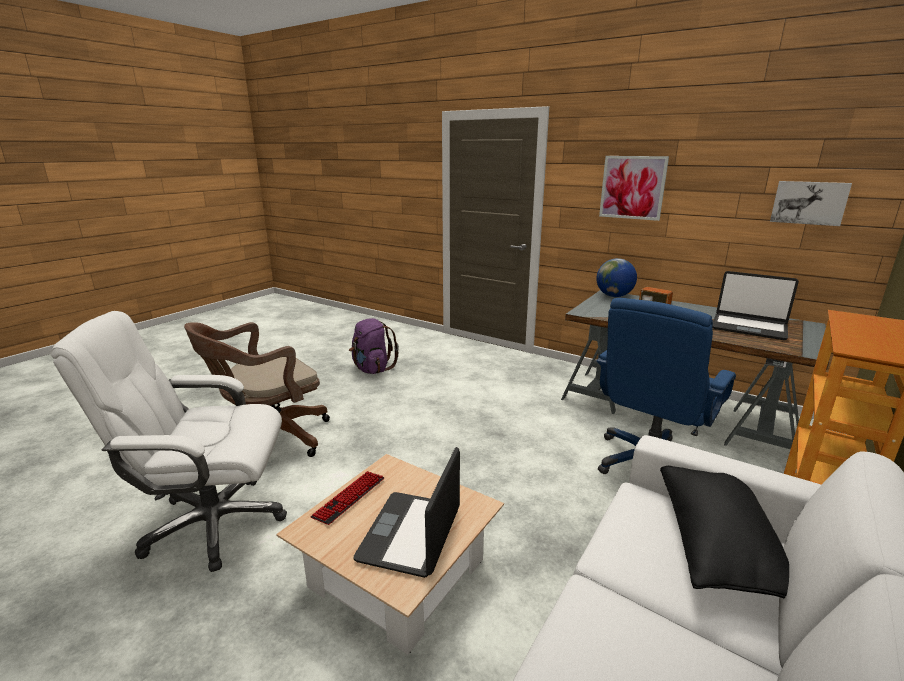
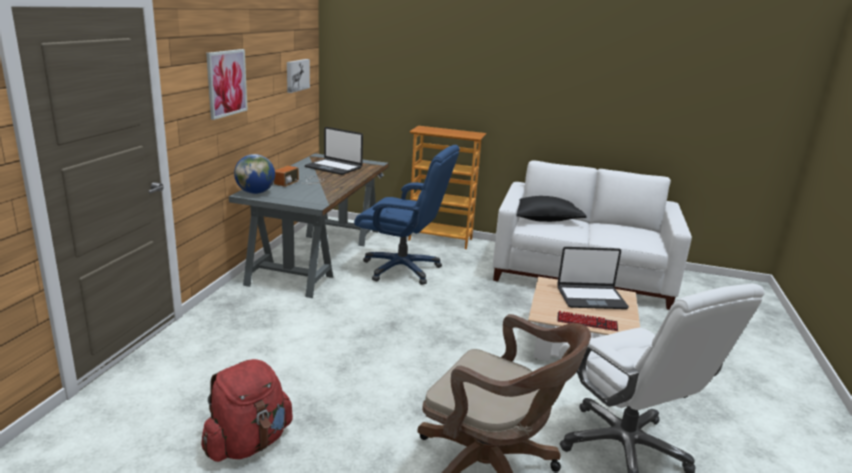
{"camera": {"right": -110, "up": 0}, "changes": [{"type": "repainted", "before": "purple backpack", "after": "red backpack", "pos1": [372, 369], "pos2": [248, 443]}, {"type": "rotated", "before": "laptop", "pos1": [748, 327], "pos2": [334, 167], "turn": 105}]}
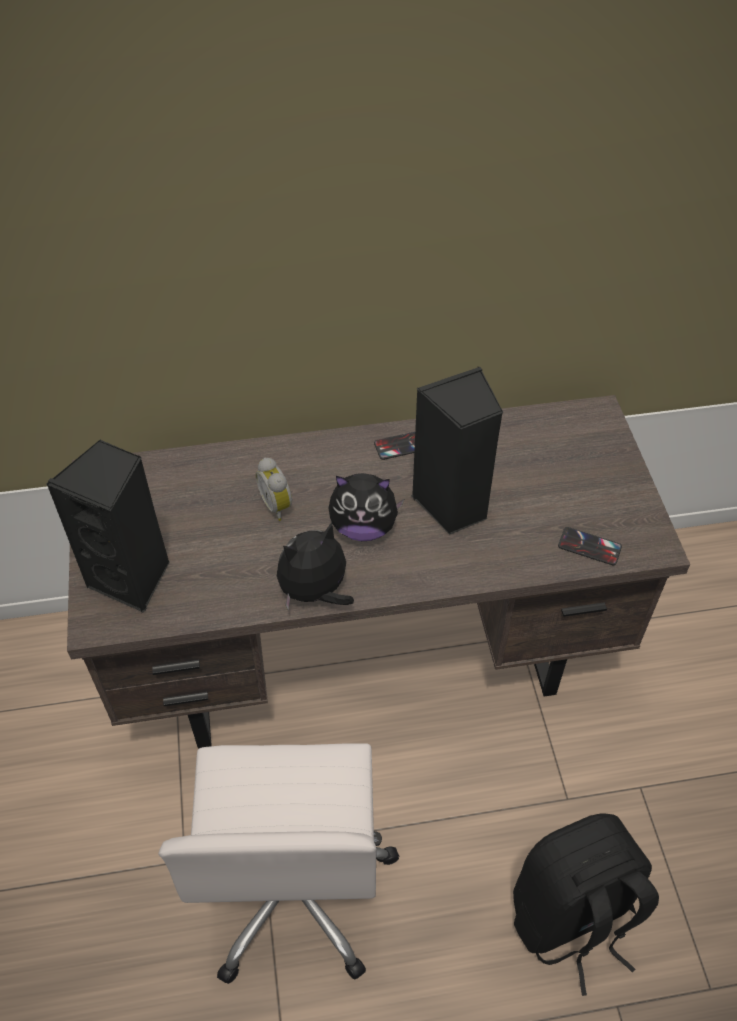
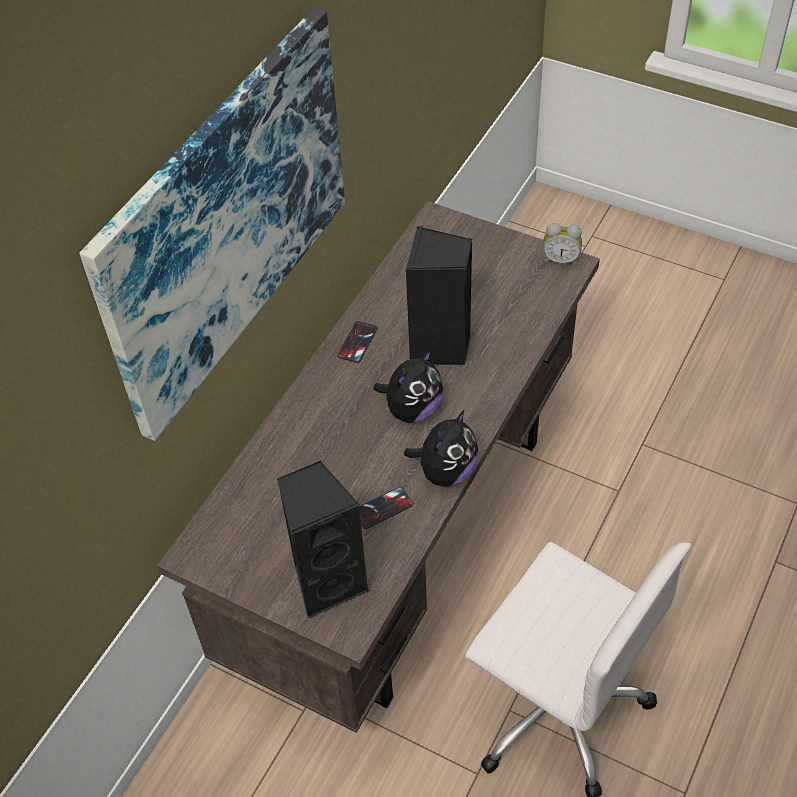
{"camera": {"right": -50, "up": 0}, "changes": [{"type": "new", "after": "picture", "pos2": [226, 220]}, {"type": "shifted", "before": "phone", "pos1": [589, 546], "pos2": [383, 508]}, {"type": "rotated", "before": "plush toy", "pos1": [315, 592], "pos2": [445, 472], "turn": -150}, {"type": "shifted", "before": "alarm clock", "pos1": [278, 505], "pos2": [560, 259]}, {"type": "gone", "before": "black backpack", "pos1": [571, 919]}]}
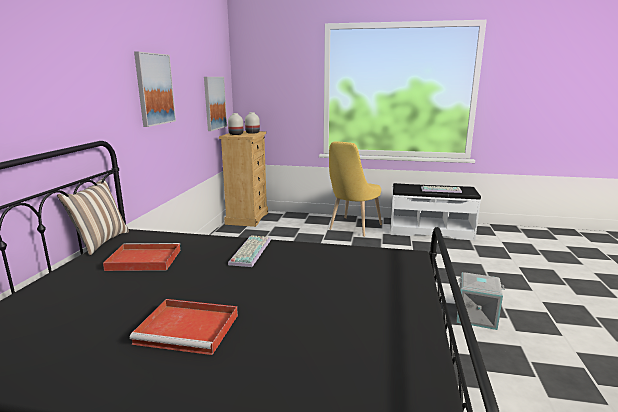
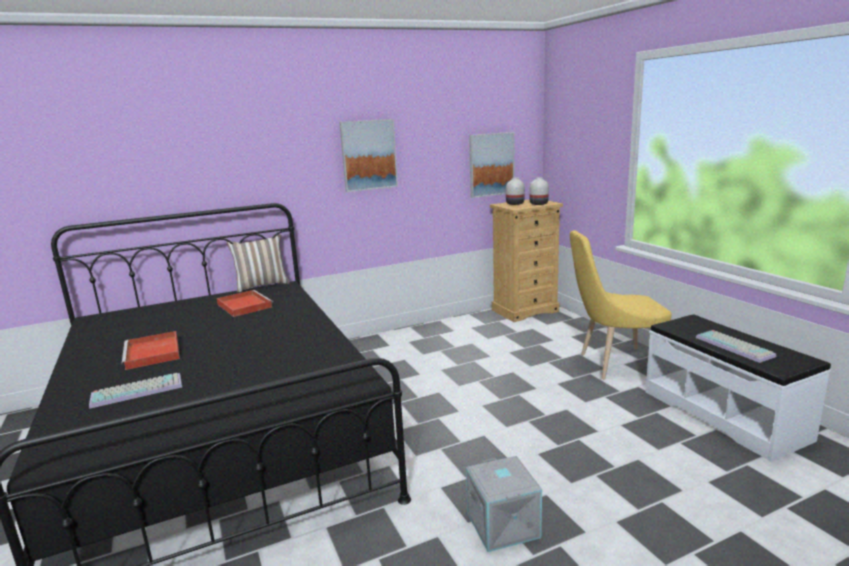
{"camera": {"right": 55, "up": 0}, "changes": [{"type": "shifted", "before": "keyboard", "pos1": [249, 251], "pos2": [138, 390]}]}
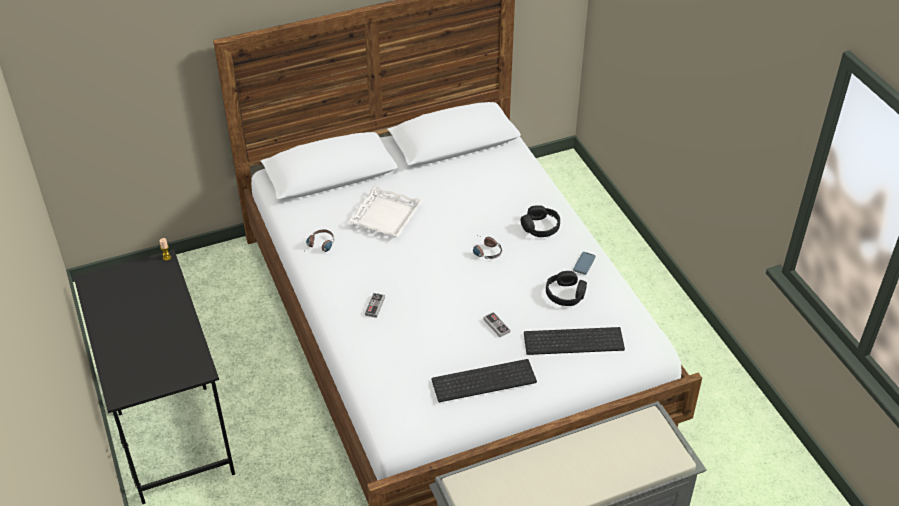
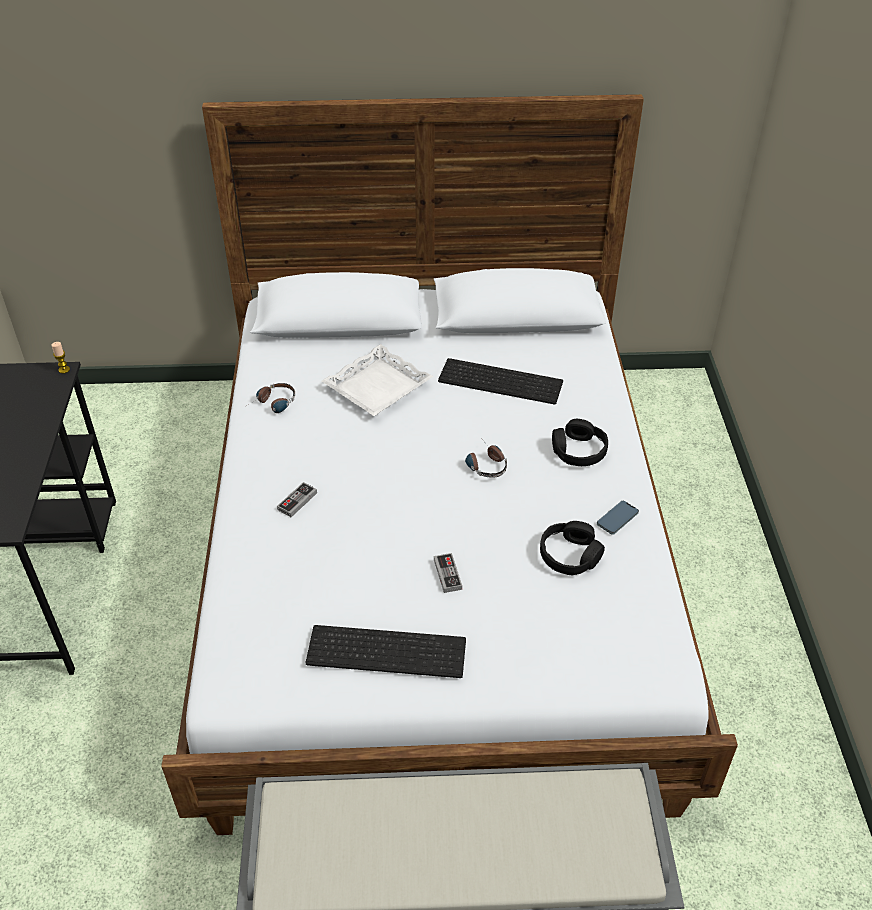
{"camera": {"right": 20, "up": 0}, "changes": [{"type": "shifted", "before": "keyboard", "pos1": [574, 340], "pos2": [502, 380]}]}
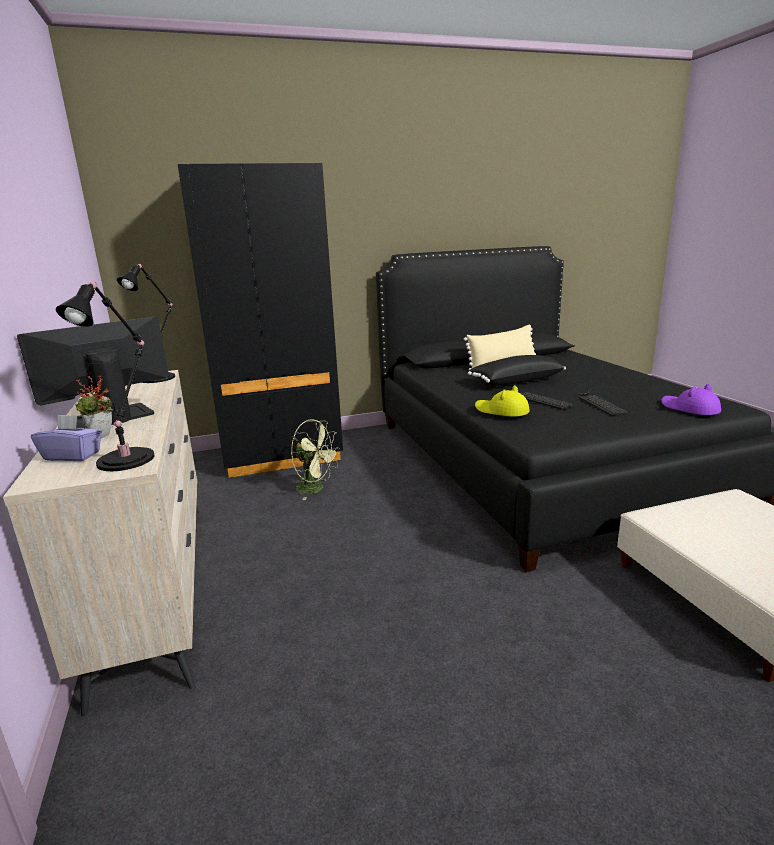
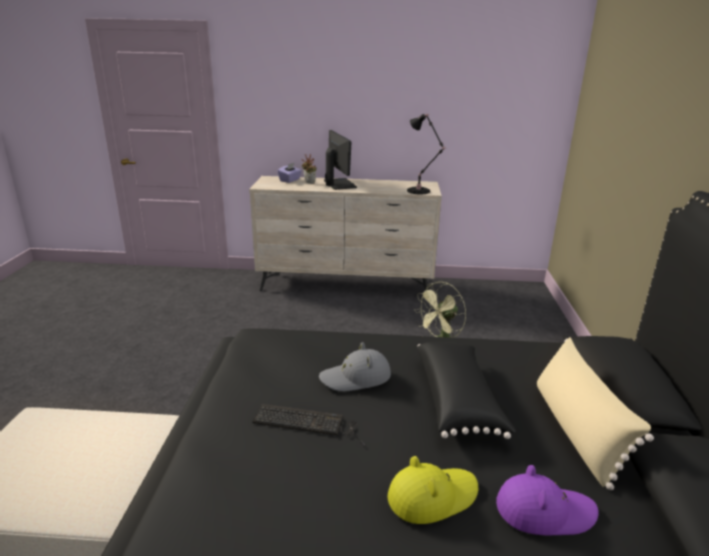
{"camera": {"right": 110, "up": 5}, "changes": [{"type": "swapped", "before": "keyboard", "after": "grey hat", "pos1": [537, 399], "pos2": [356, 377]}, {"type": "shifted", "before": "yellow hat", "pos1": [501, 411], "pos2": [432, 496]}, {"type": "shifted", "before": "purple hat", "pos1": [689, 408], "pos2": [544, 511]}, {"type": "gone", "before": "black table lamp", "pos1": [129, 458]}, {"type": "gone", "before": "black wardrobe", "pos1": [281, 455]}]}
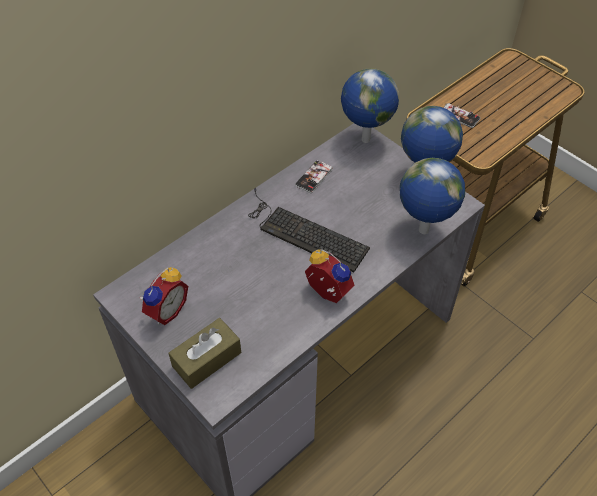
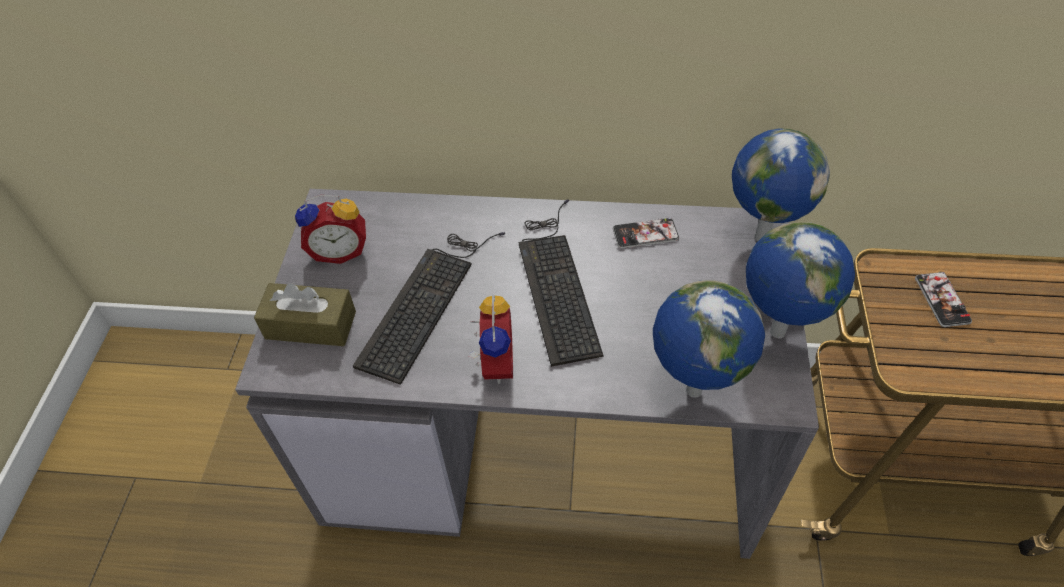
{"camera": {"right": 50, "up": 0}, "changes": [{"type": "new", "after": "keyboard", "pos2": [427, 299]}]}
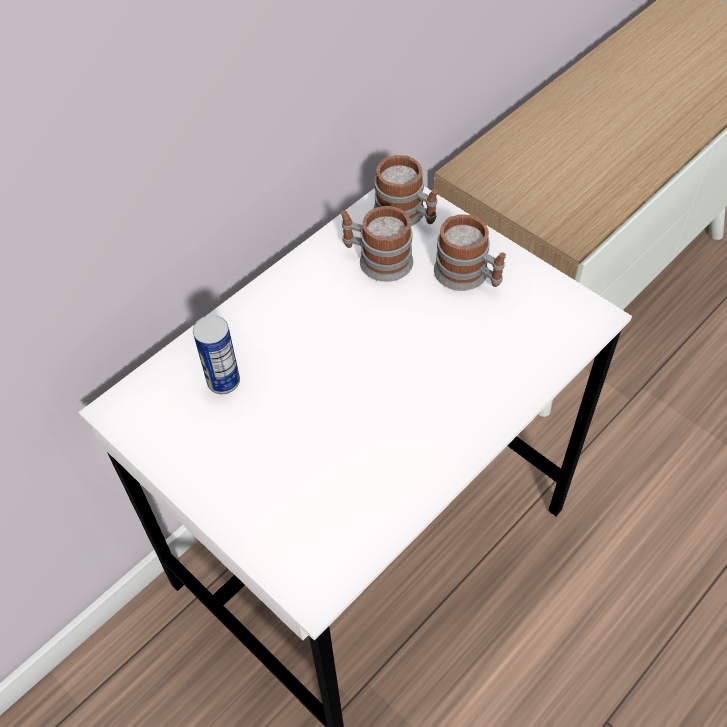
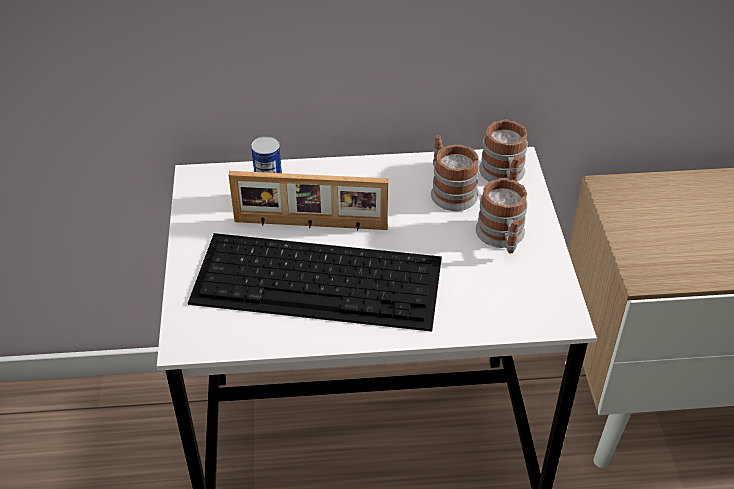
{"camera": {"right": 40, "up": -10}, "changes": [{"type": "new", "after": "keyboard", "pos2": [320, 280]}, {"type": "new", "after": "picture frame", "pos2": [310, 225]}]}
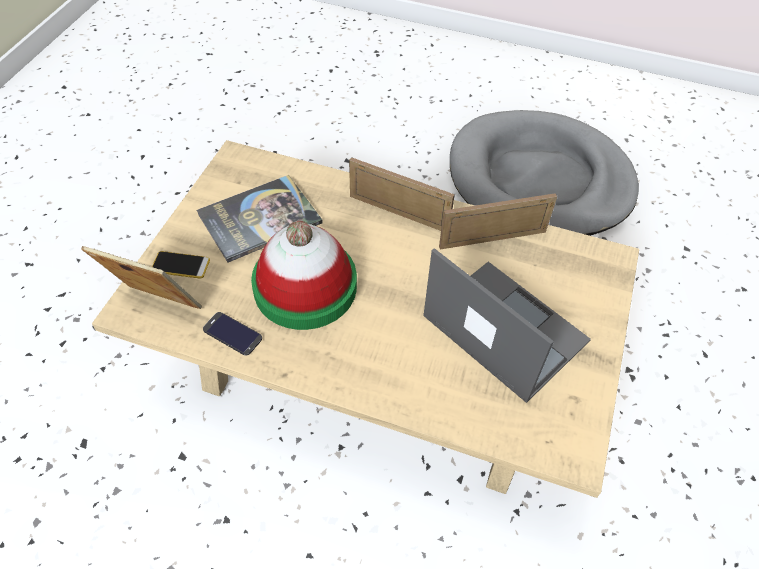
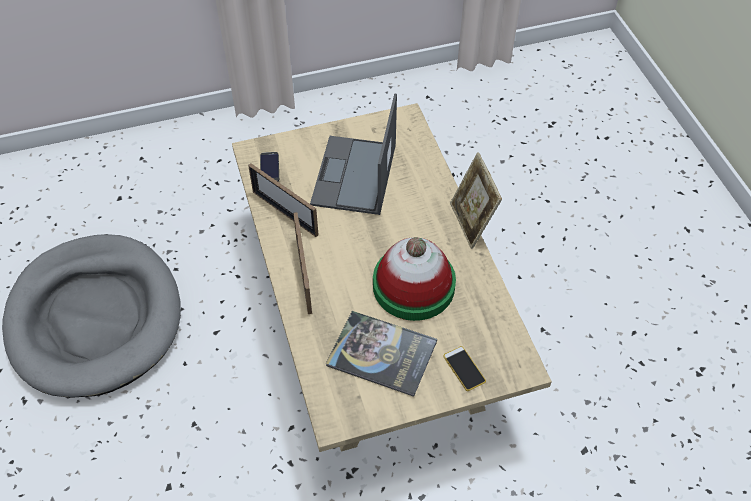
{"camera": {"right": -125, "up": 0}, "changes": [{"type": "shifted", "before": "phone", "pos1": [232, 334], "pos2": [269, 167]}, {"type": "shifted", "before": "picture frame", "pos1": [156, 307], "pos2": [471, 223]}]}
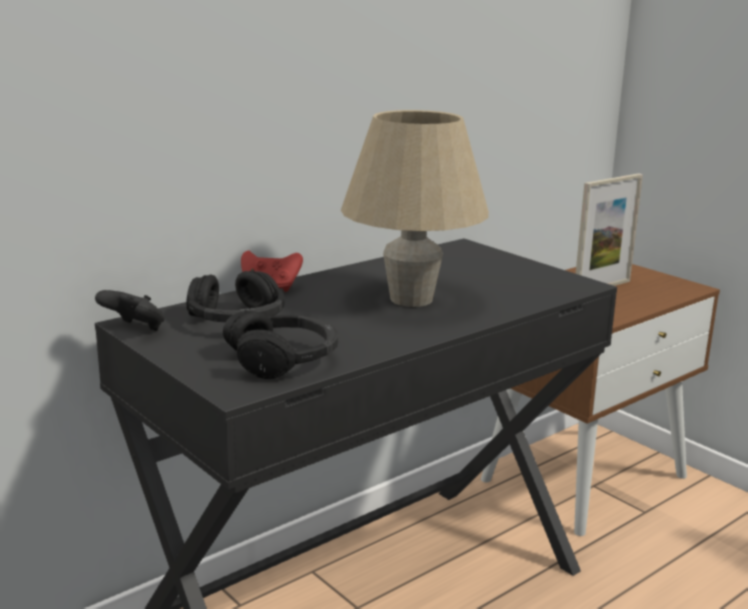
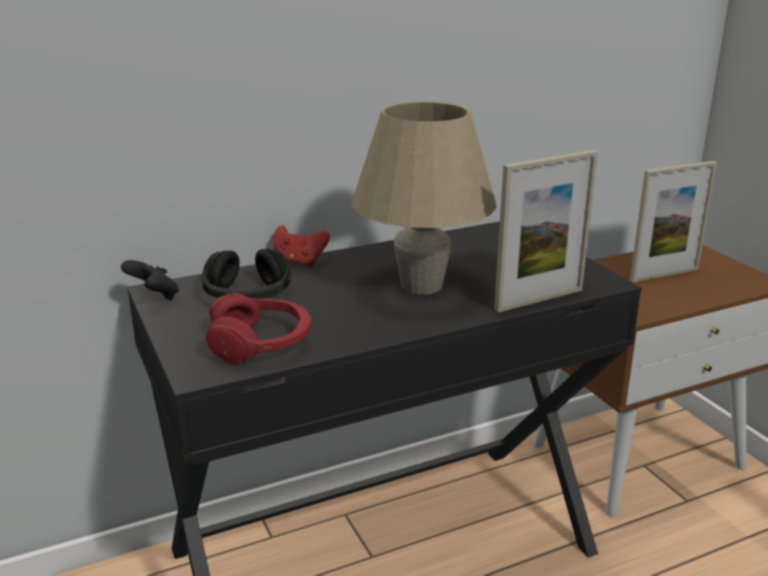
{"camera": {"right": 15, "up": 5}, "changes": [{"type": "repainted", "before": "black headphones", "after": "red headphones", "pos1": [283, 360], "pos2": [261, 343]}, {"type": "new", "after": "picture frame", "pos2": [539, 300]}]}
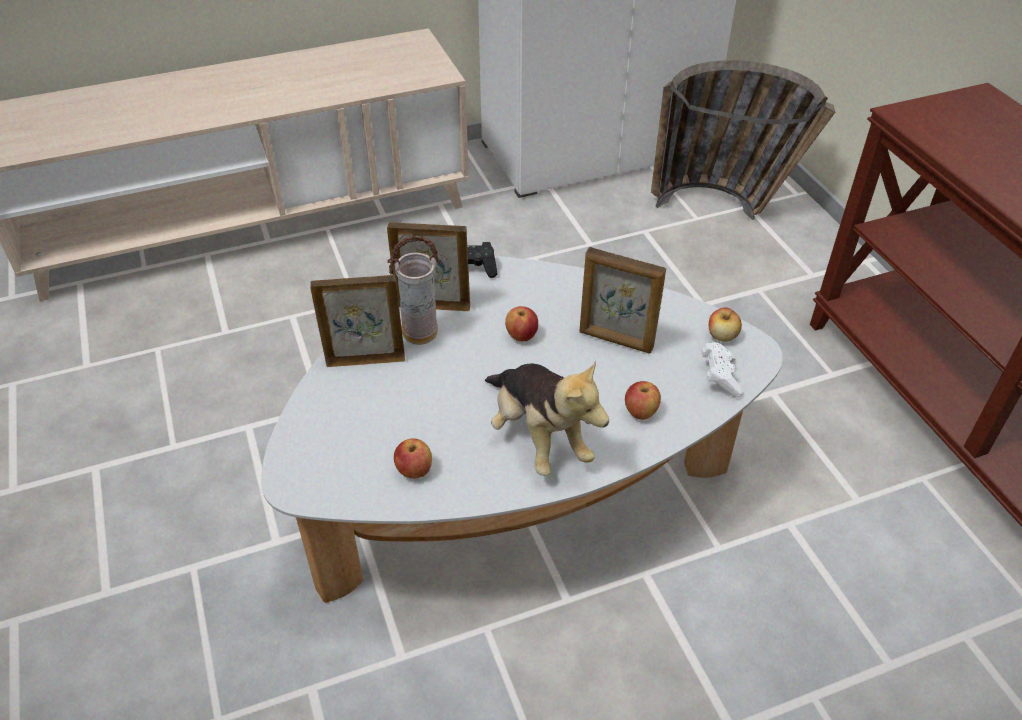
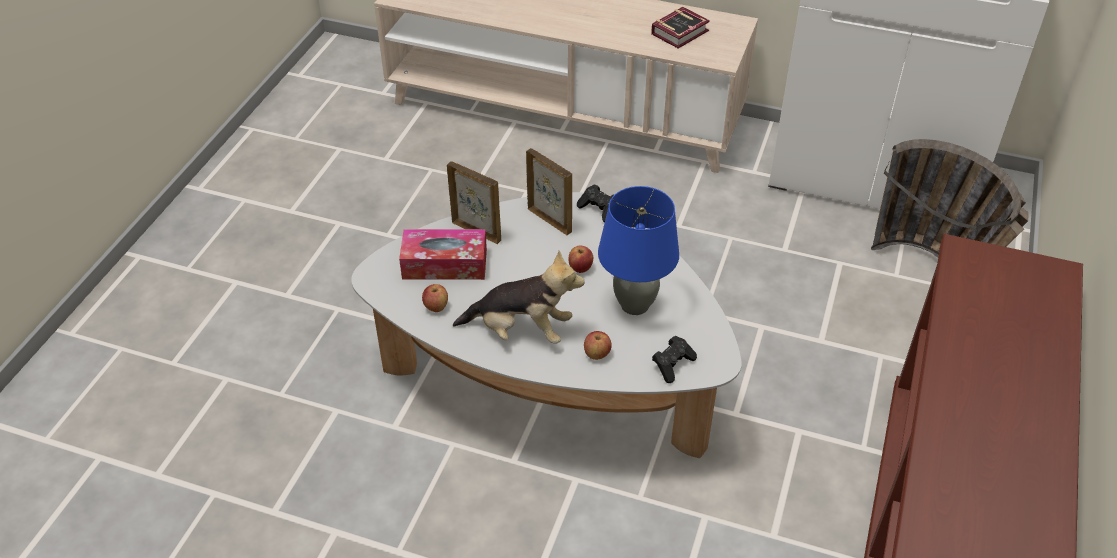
{"camera": {"right": 40, "up": 0}, "changes": [{"type": "new", "after": "tissue box", "pos2": [444, 264]}, {"type": "rotated", "before": "plush toy", "pos1": [538, 437], "pos2": [521, 331], "turn": -90}, {"type": "swapped", "before": "picture frame", "after": "blue table lamp", "pos1": [615, 340], "pos2": [634, 304]}, {"type": "new", "after": "book", "pos2": [682, 32]}, {"type": "repainted", "before": "white game controller", "after": "black game controller", "pos1": [719, 377], "pos2": [672, 365]}, {"type": "gone", "before": "vase", "pos1": [420, 334]}, {"type": "gone", "before": "apple", "pos1": [722, 336]}]}
